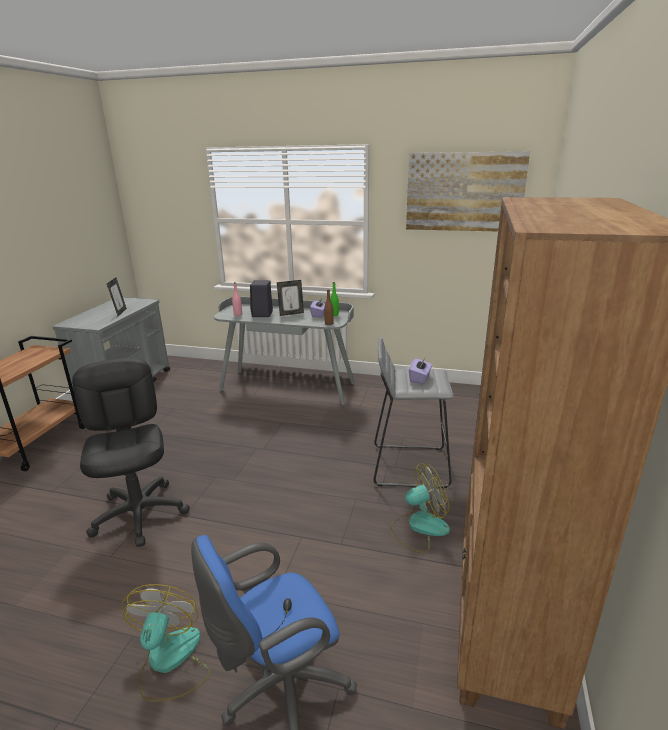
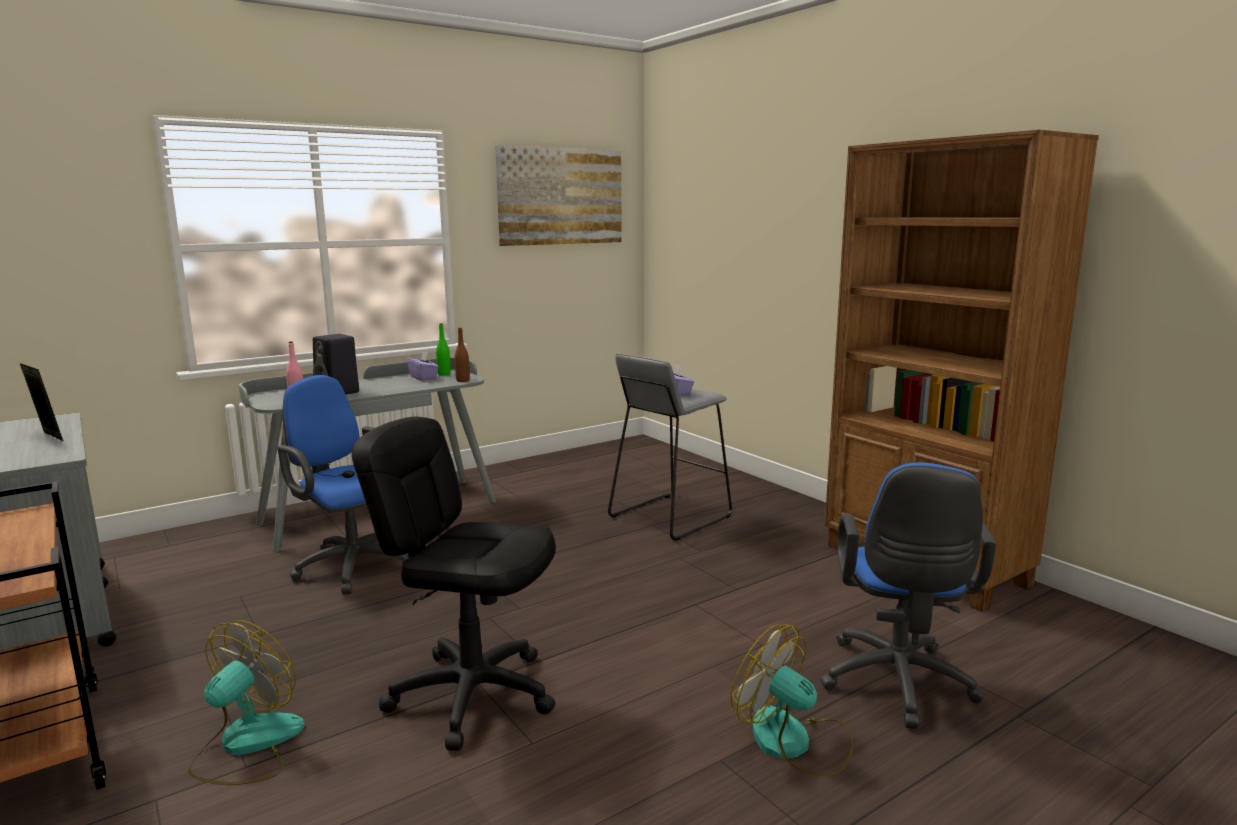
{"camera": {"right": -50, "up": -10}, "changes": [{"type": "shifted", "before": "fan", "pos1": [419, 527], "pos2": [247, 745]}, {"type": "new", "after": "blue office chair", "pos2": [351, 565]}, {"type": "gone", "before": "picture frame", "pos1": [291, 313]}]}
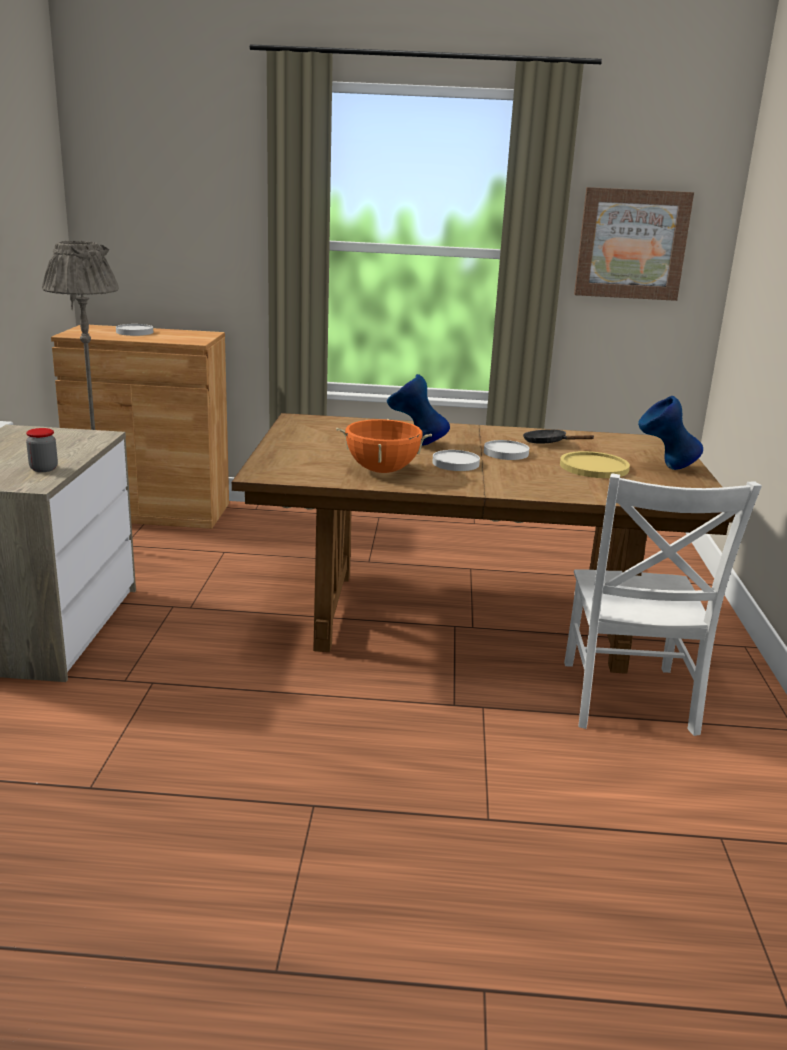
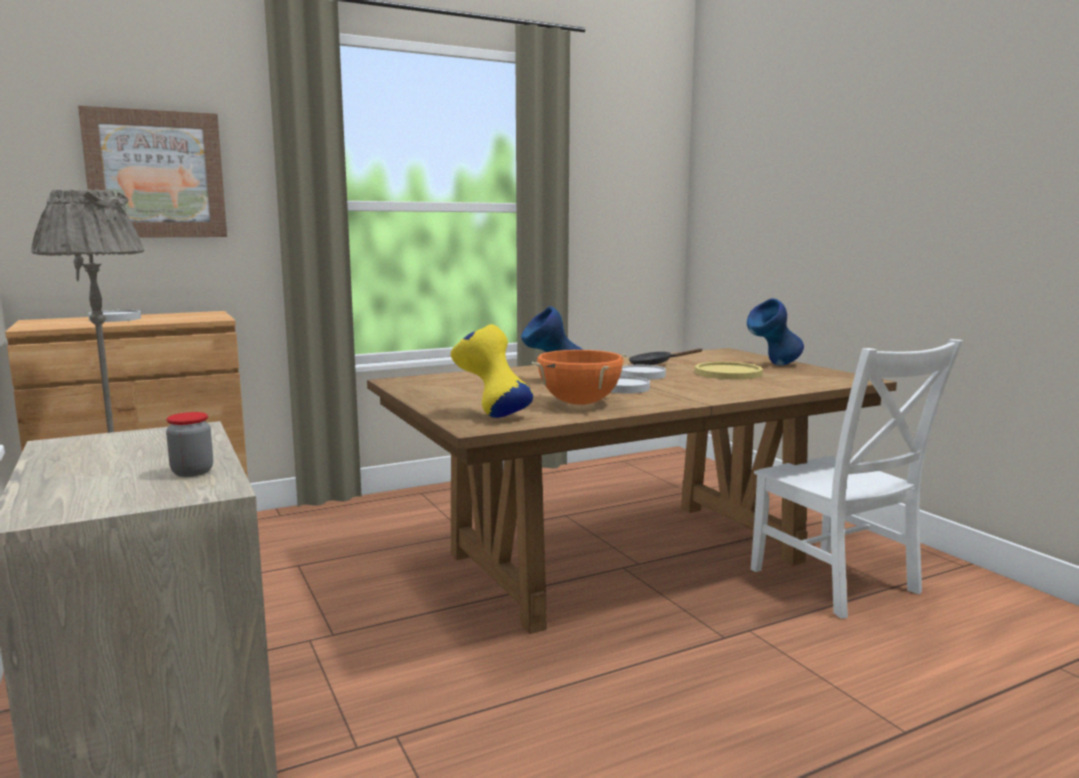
{"camera": {"right": -30, "up": -10}, "changes": [{"type": "shifted", "before": "picture", "pos1": [631, 244], "pos2": [156, 175]}, {"type": "new", "after": "yellow vase", "pos2": [492, 415]}]}
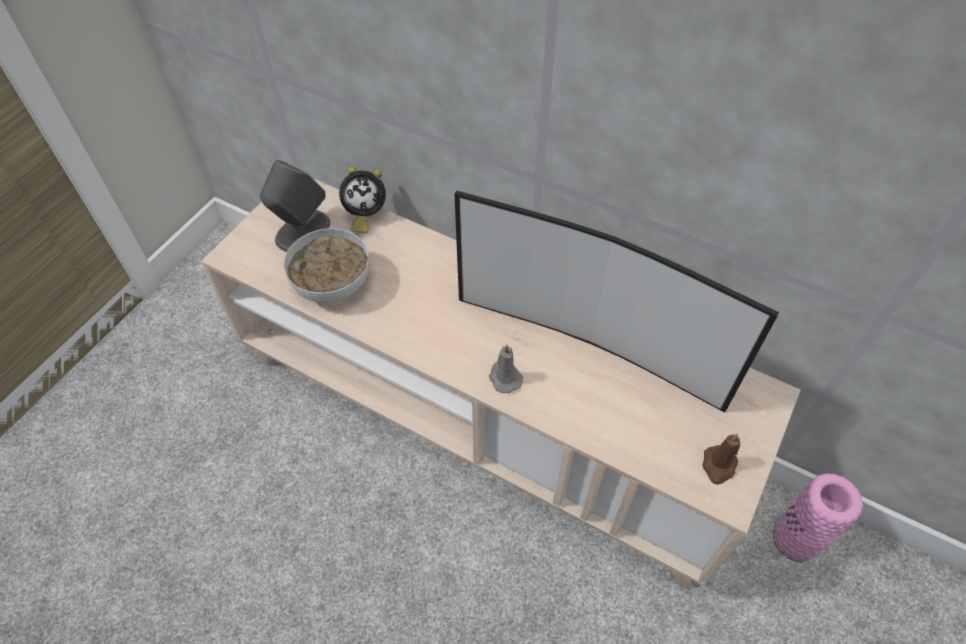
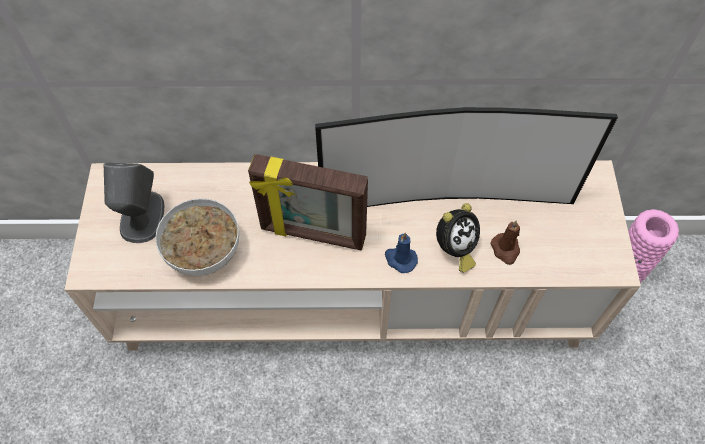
{"camera": {"right": -30, "up": 5}, "changes": [{"type": "new", "after": "picture frame", "pos2": [313, 234]}, {"type": "repainted", "before": "grey candle", "after": "blue candle", "pos1": [504, 377], "pos2": [400, 259]}, {"type": "shifted", "before": "alarm clock", "pos1": [364, 215], "pos2": [454, 249]}, {"type": "shifted", "before": "brown candle", "pos1": [718, 466], "pos2": [505, 249]}]}
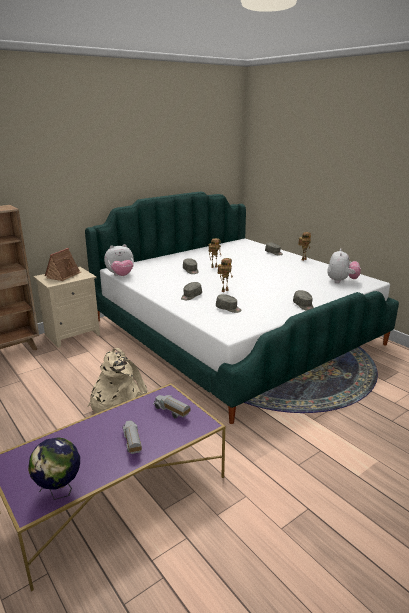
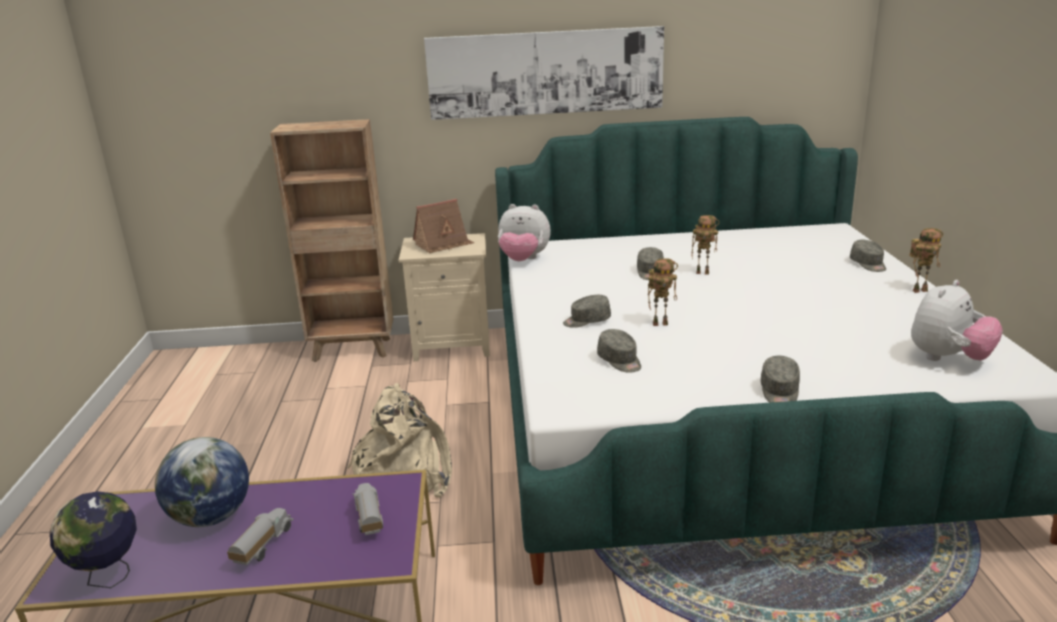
{"camera": {"right": 35, "up": 0}, "changes": [{"type": "new", "after": "globe", "pos2": [211, 518]}, {"type": "new", "after": "picture", "pos2": [545, 73]}]}
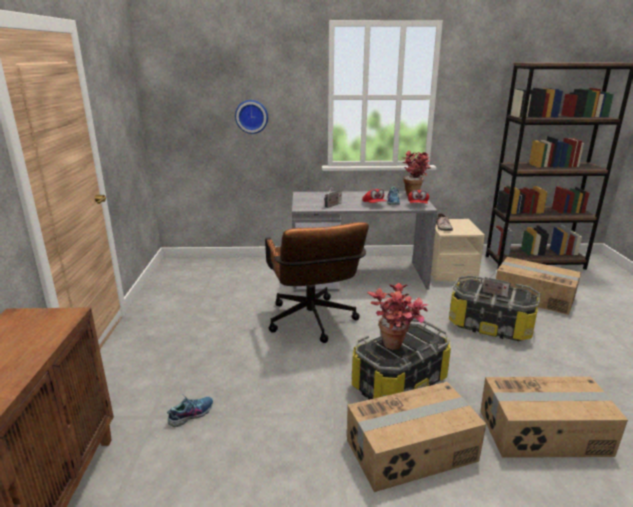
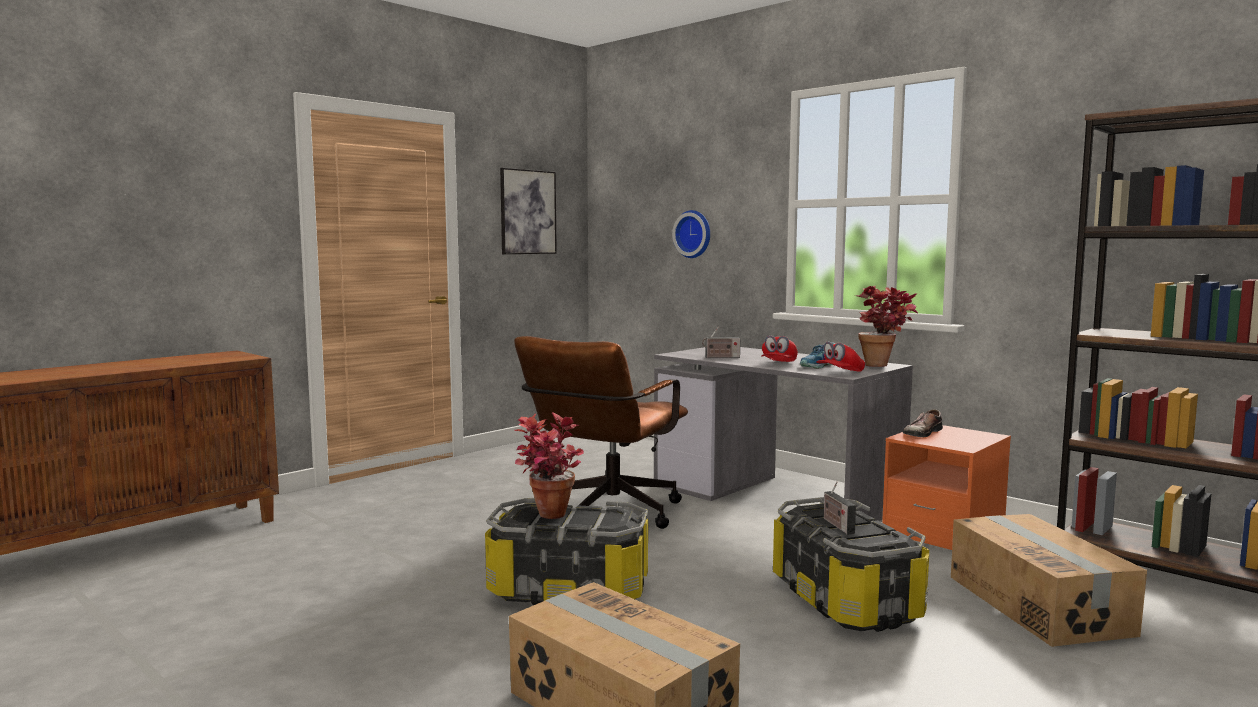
{"camera": {"right": 45, "up": -15}, "changes": [{"type": "new", "after": "picture", "pos2": [528, 212]}, {"type": "repainted", "before": "beige nightstand", "after": "orange nightstand", "pos1": [449, 271], "pos2": [943, 532]}, {"type": "gone", "before": "shoe", "pos1": [191, 414]}, {"type": "gone", "before": "cardboard box", "pos1": [412, 451]}]}
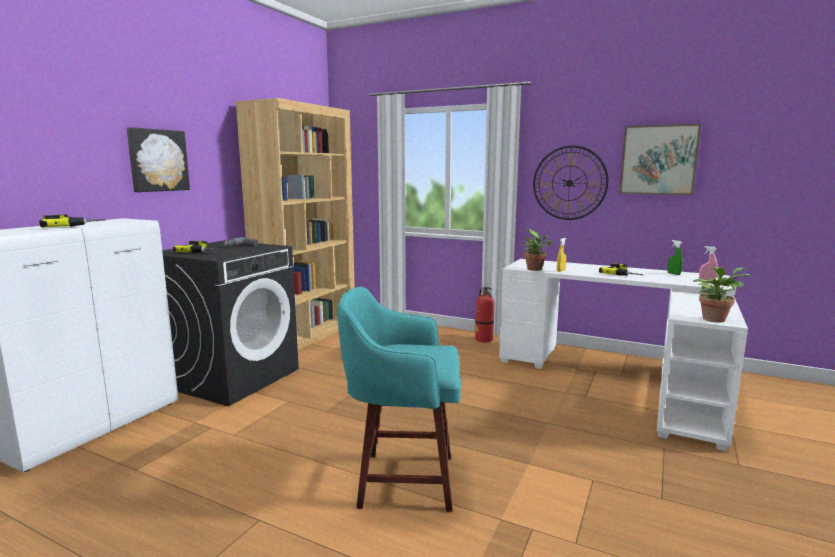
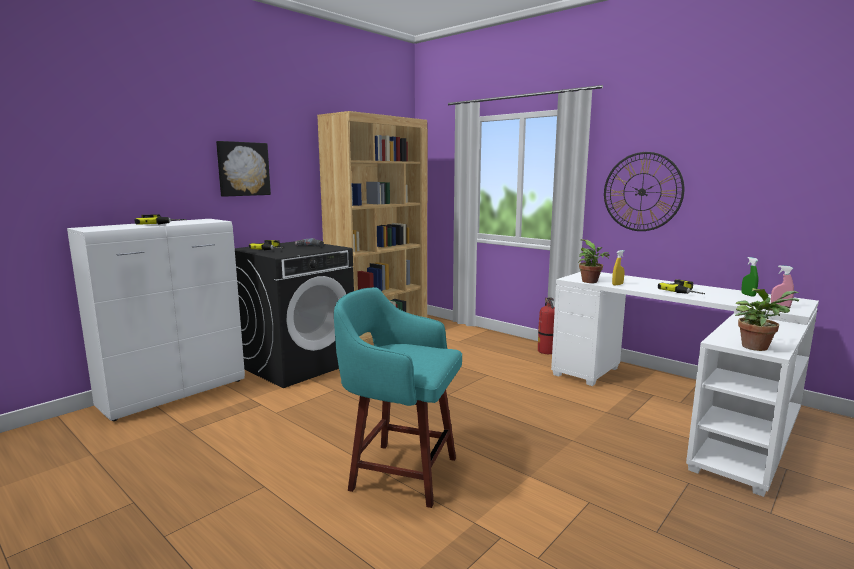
{"camera": {"right": 15, "up": 0}, "changes": [{"type": "gone", "before": "picture", "pos1": [658, 160]}]}
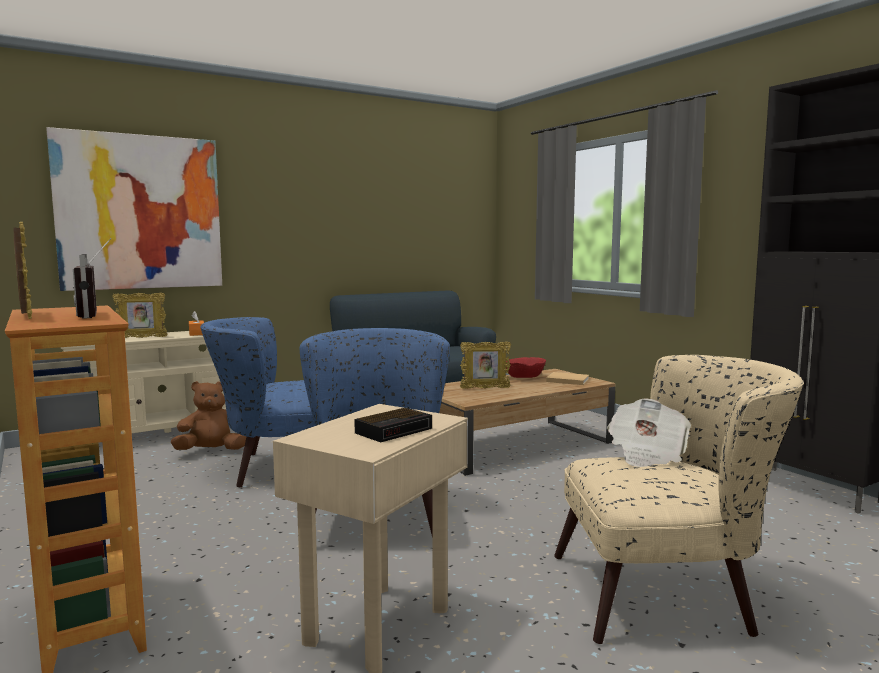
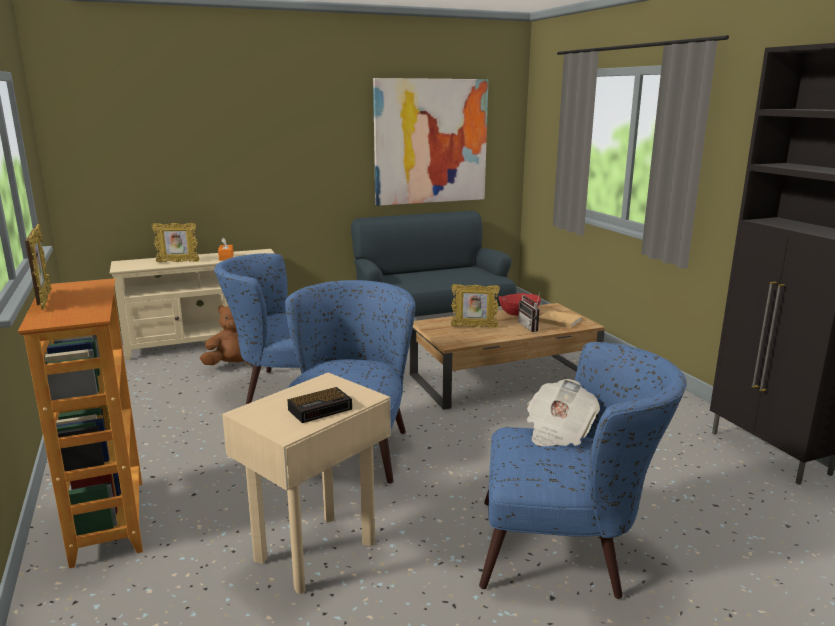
{"camera": {"right": 10, "up": 10}, "changes": [{"type": "shifted", "before": "picture", "pos1": [140, 212], "pos2": [430, 141]}, {"type": "repainted", "before": "beige armchair", "after": "blue armchair", "pos1": [669, 594], "pos2": [567, 549]}, {"type": "shifted", "before": "radio", "pos1": [97, 315], "pos2": [531, 327]}]}
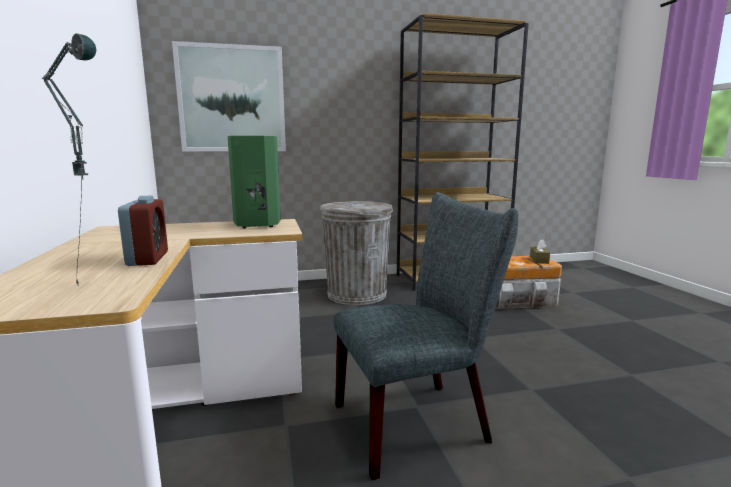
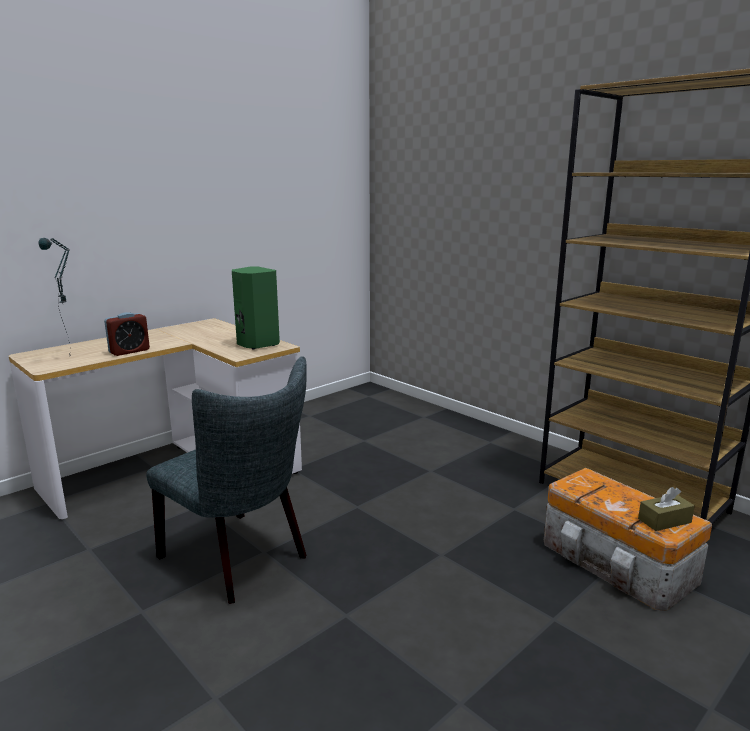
{"camera": {"right": 60, "up": 5}, "changes": [{"type": "gone", "before": "picture", "pos1": [232, 99]}, {"type": "gone", "before": "grey trash can", "pos1": [357, 294]}]}
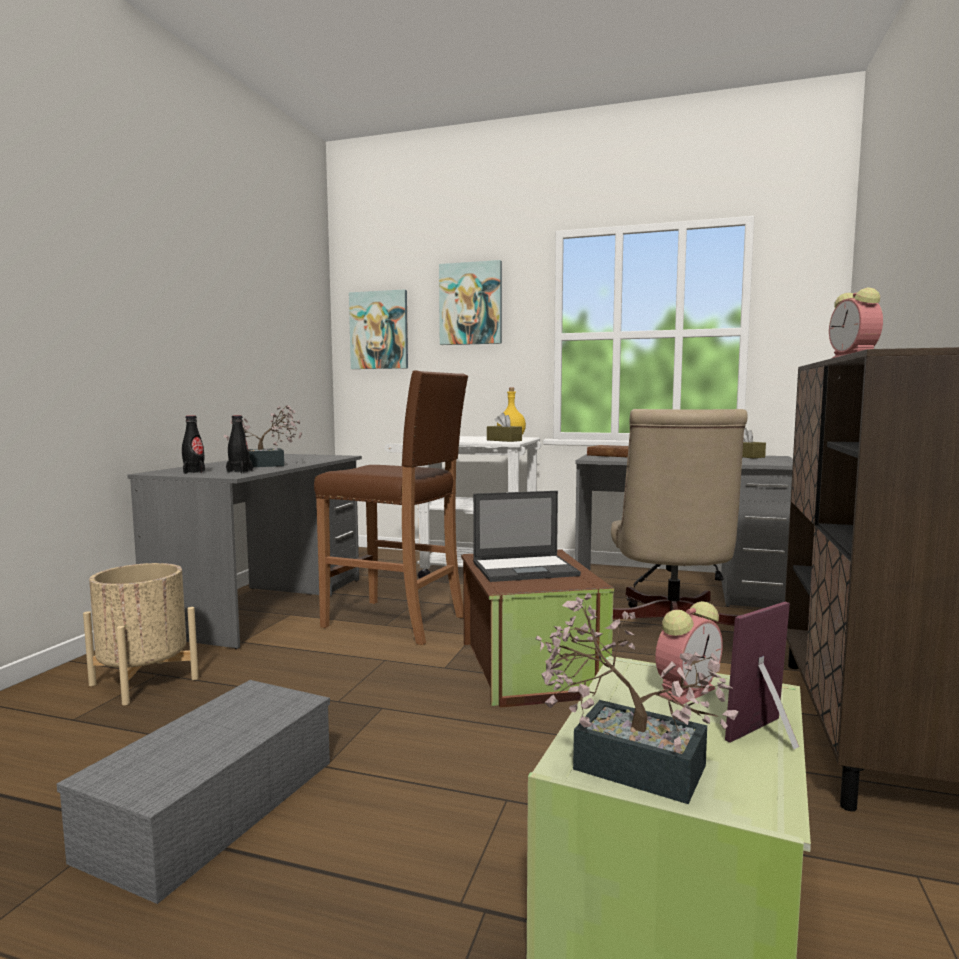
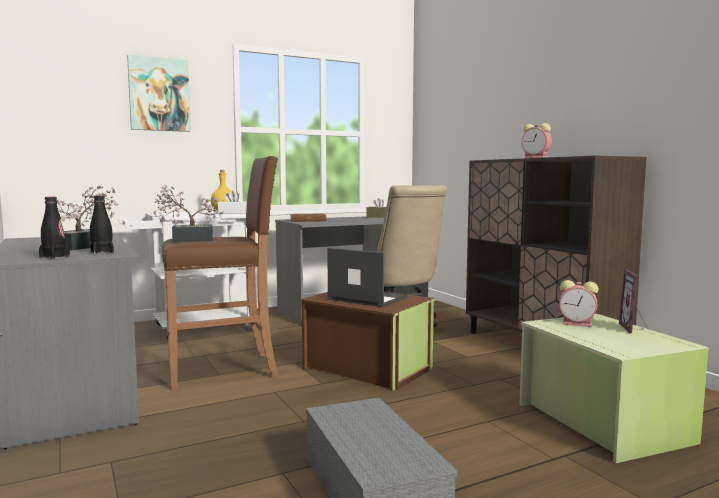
{"camera": {"right": -45, "up": 0}, "changes": [{"type": "shifted", "before": "potted plant", "pos1": [624, 762], "pos2": [187, 240]}, {"type": "repainted", "before": "brown tissue box", "after": "white tissue box", "pos1": [504, 440], "pos2": [232, 213]}, {"type": "rotated", "before": "laptop", "pos1": [526, 569], "pos2": [366, 298], "turn": -90}, {"type": "rotated", "before": "alarm clock", "pos1": [687, 690], "pos2": [578, 324], "turn": 105}, {"type": "gone", "before": "beige planter", "pos1": [144, 681]}, {"type": "gone", "before": "picture", "pos1": [379, 330]}]}
